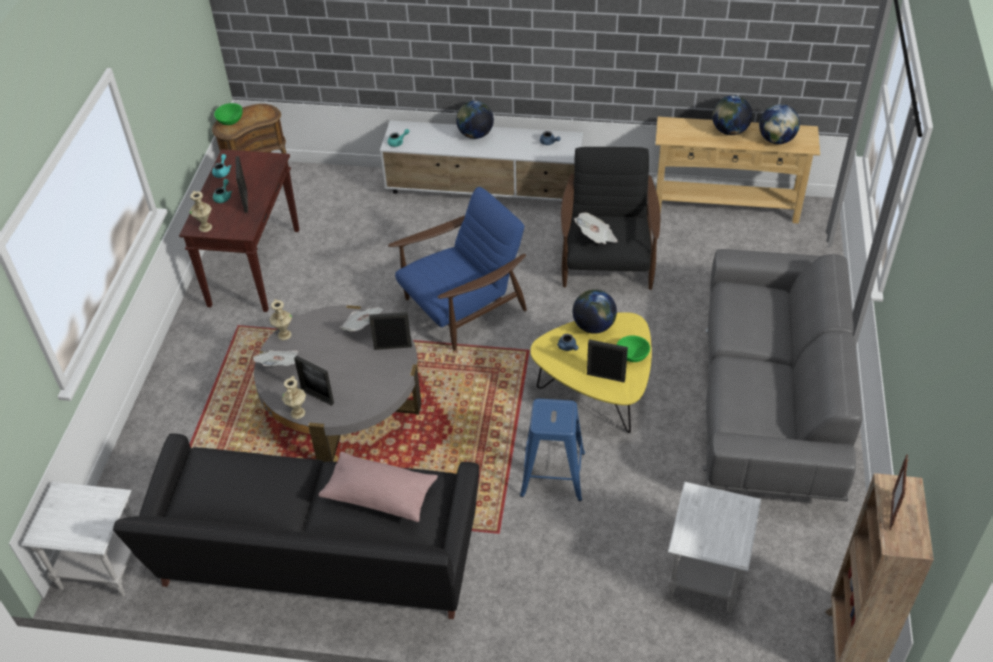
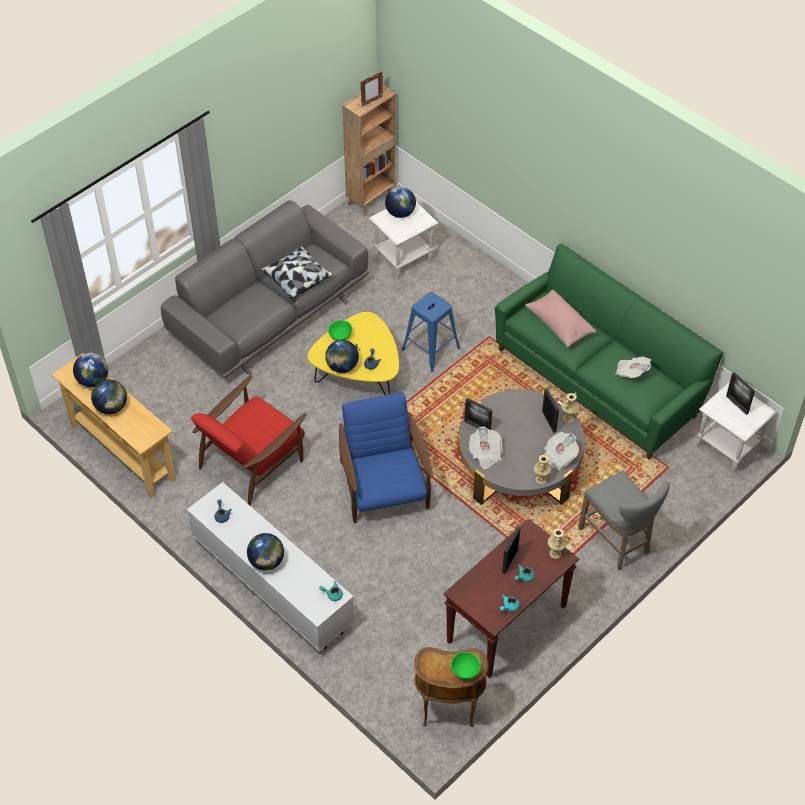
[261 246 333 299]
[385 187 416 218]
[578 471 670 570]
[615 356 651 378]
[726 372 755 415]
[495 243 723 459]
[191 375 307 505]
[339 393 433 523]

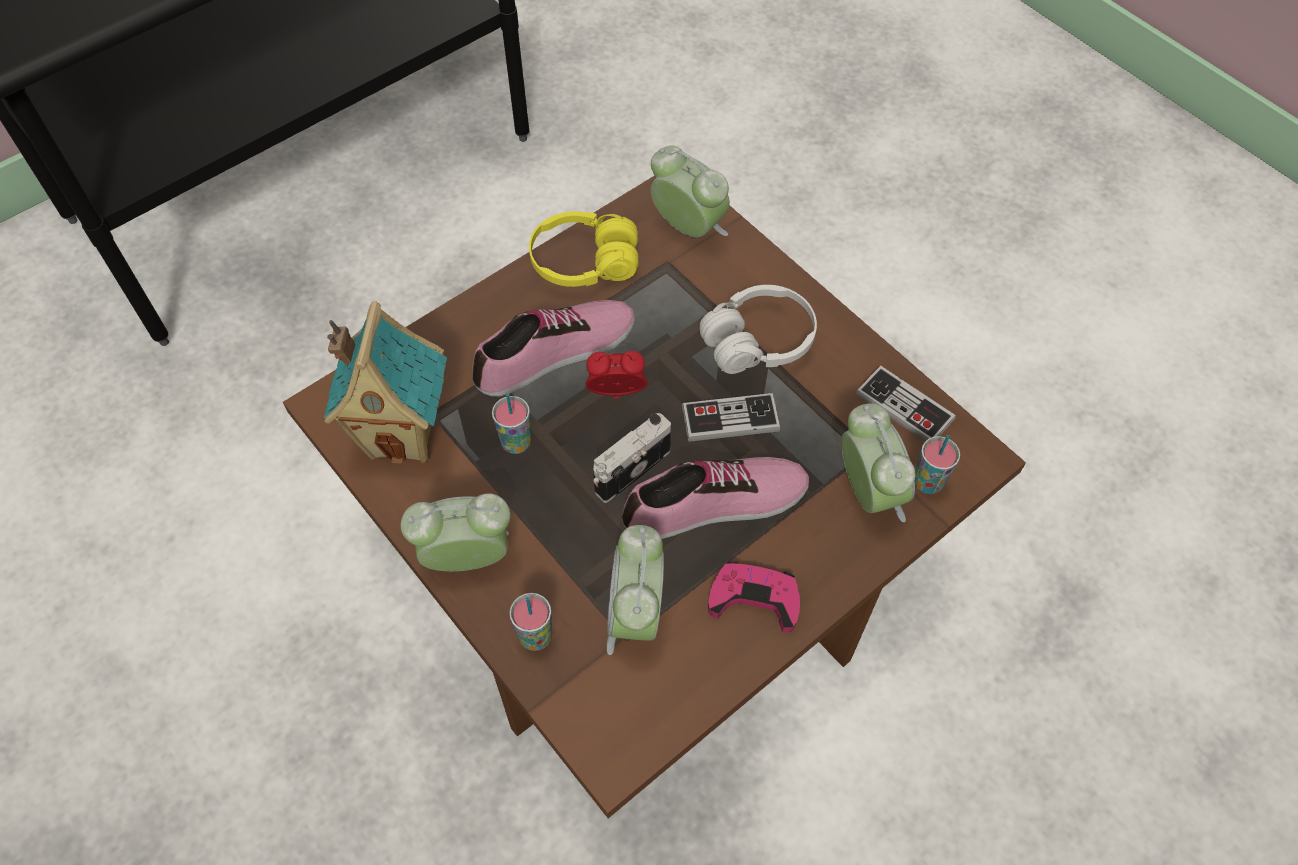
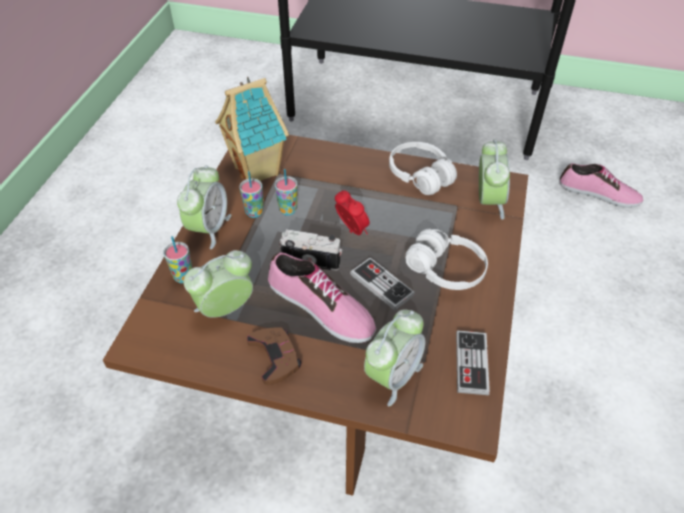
[559 163 643 208]
[239 171 263 218]
[389 142 457 195]
[247 328 301 385]
[177 165 231 249]

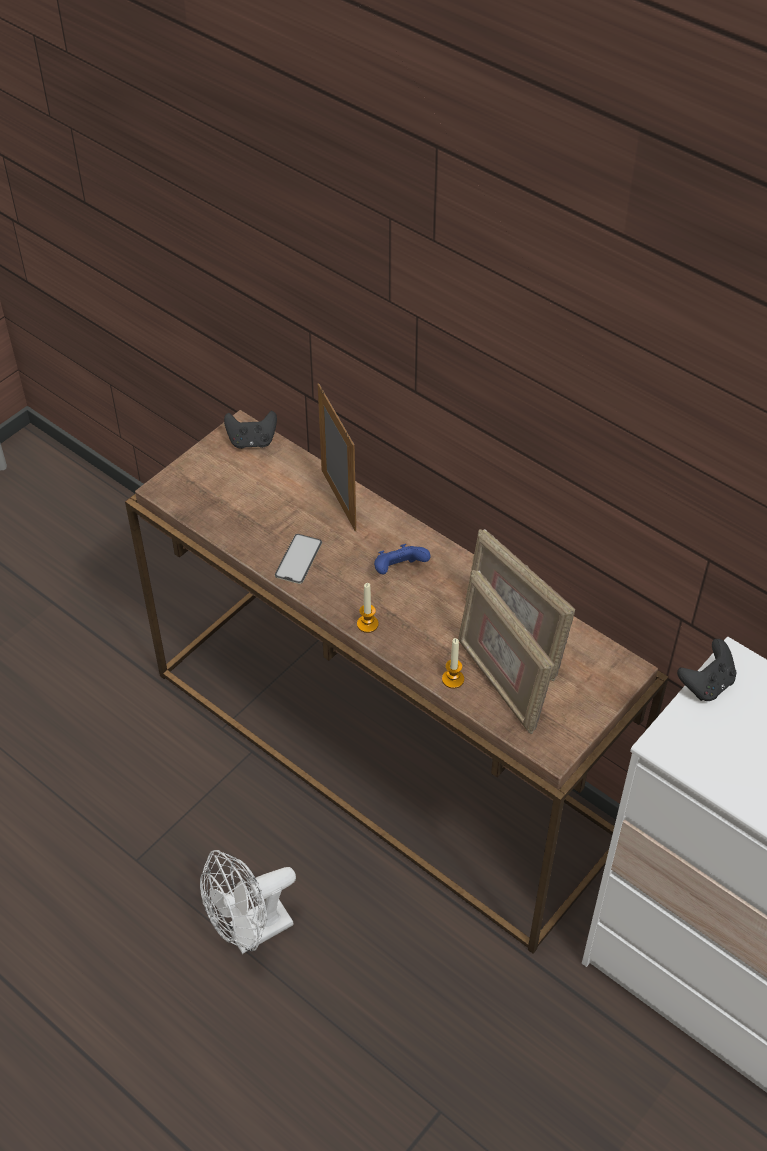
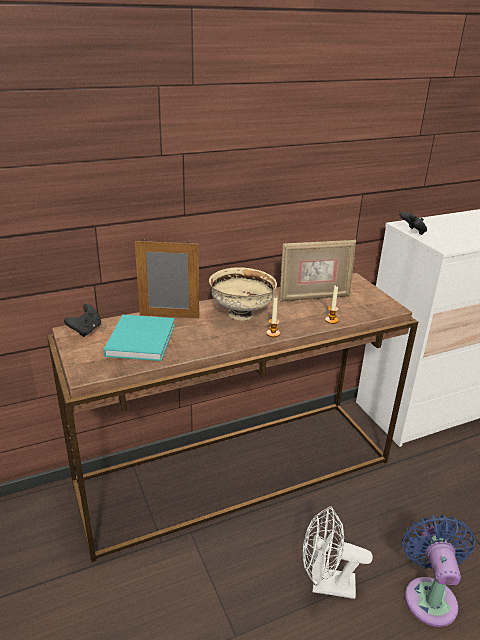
[275 534 322 584] (first image)
[458 570 554 734] (first image)
[103 315 175 361]
[402 515 476 627]
[209 267 277 321]
[303 506 373 599]

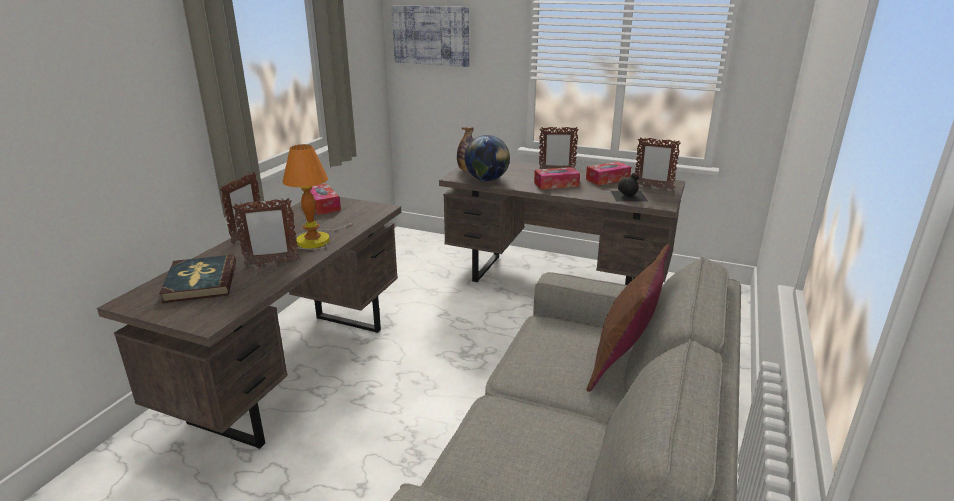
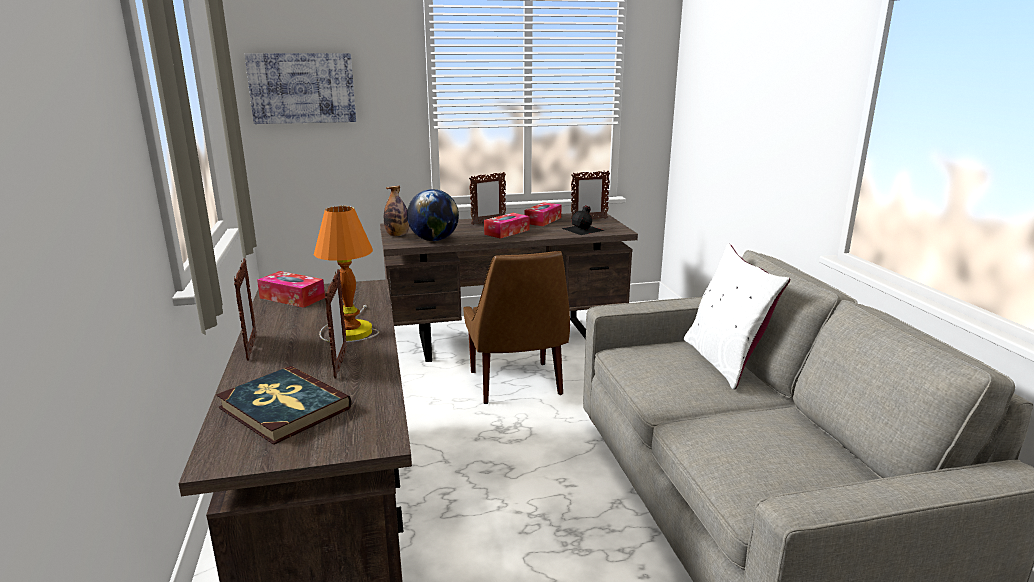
[463 251 570 404]
[684 243 790 390]
[325 269 347 378]

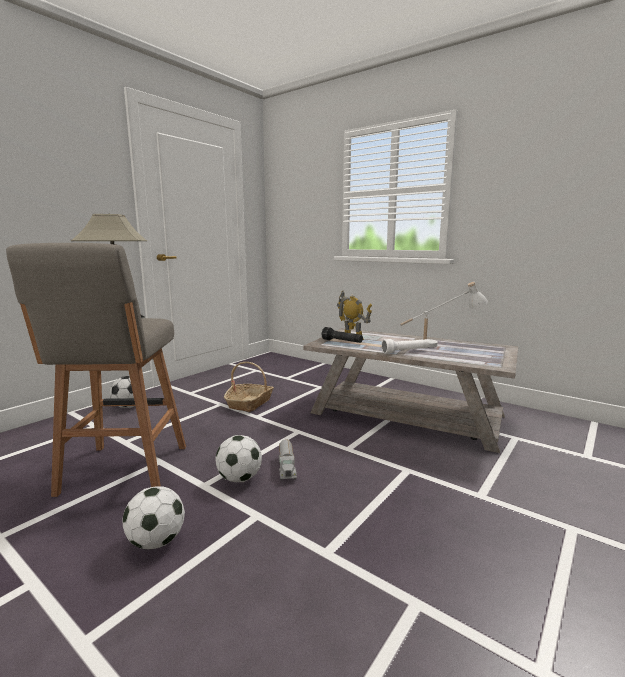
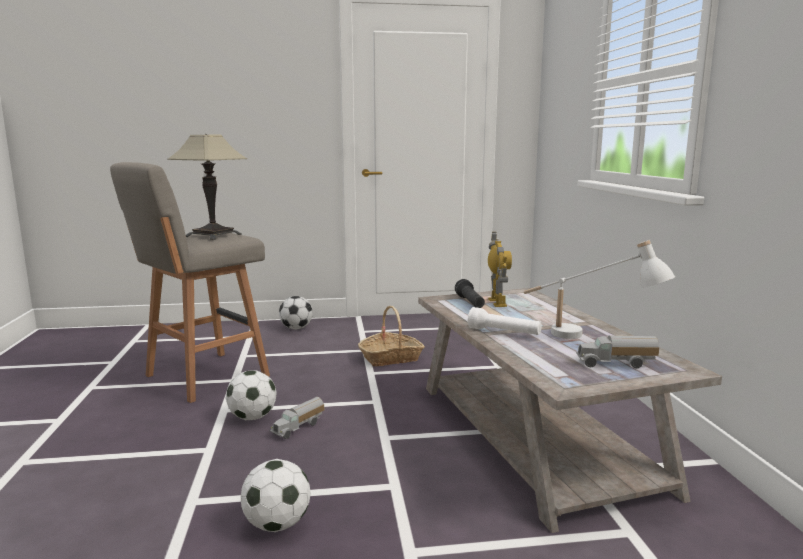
[576 335 659 368]
[241 459 311 532]

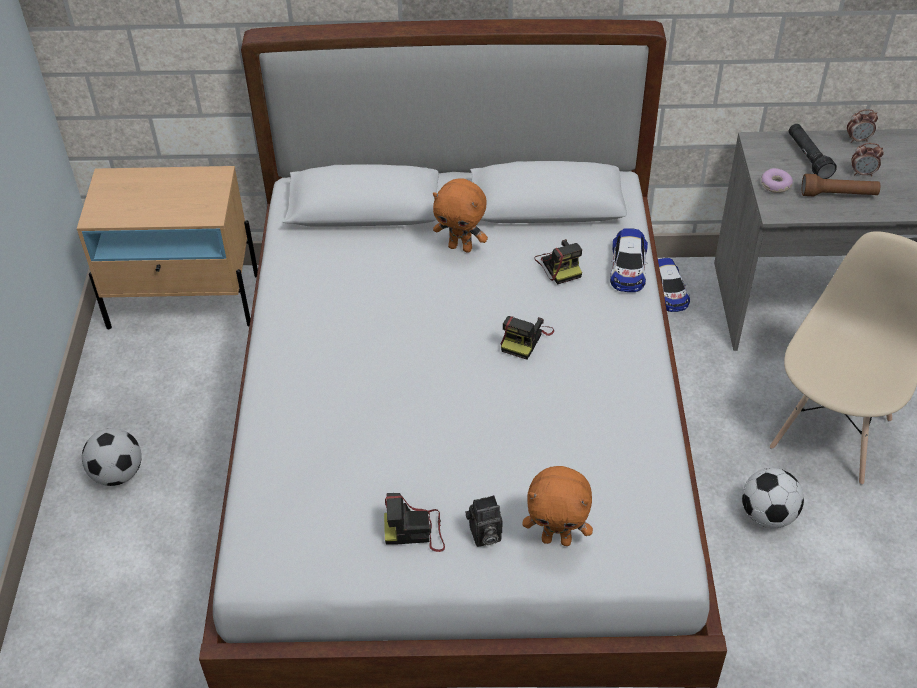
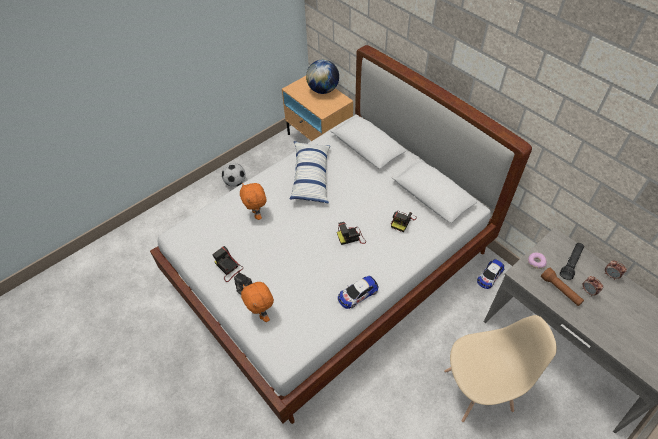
[742 468 804 528] (first image)
[290 141 330 203]
[306 60 339 94]
[240 183 267 220]
[338 276 378 309]

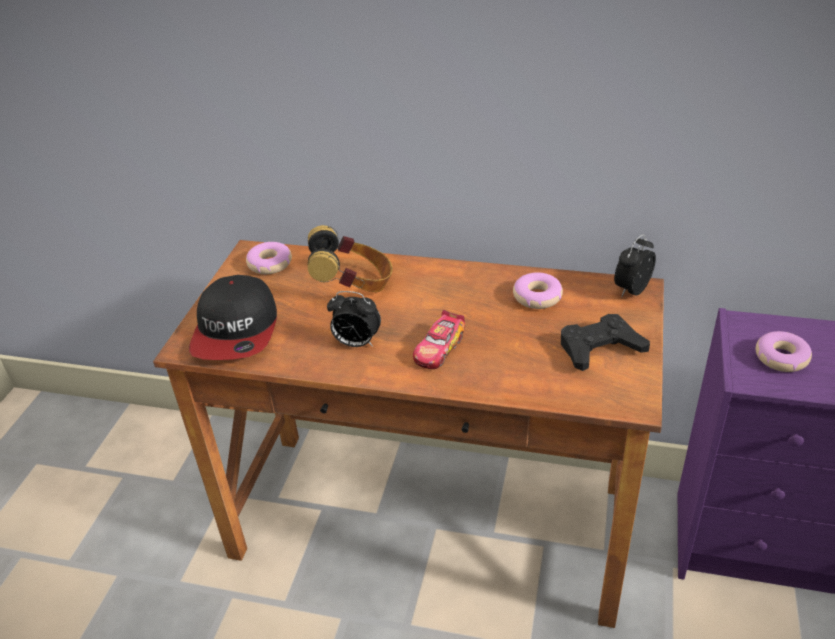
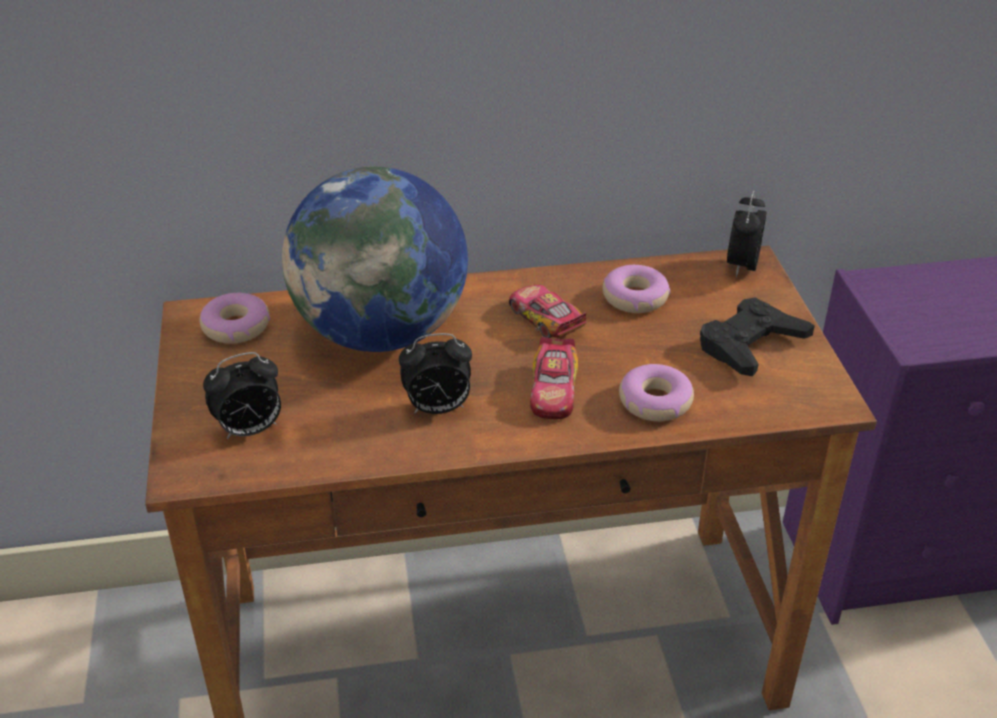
[509 285 586 338]
[619 364 694 421]
[203 352 281 439]
[282 166 468 352]

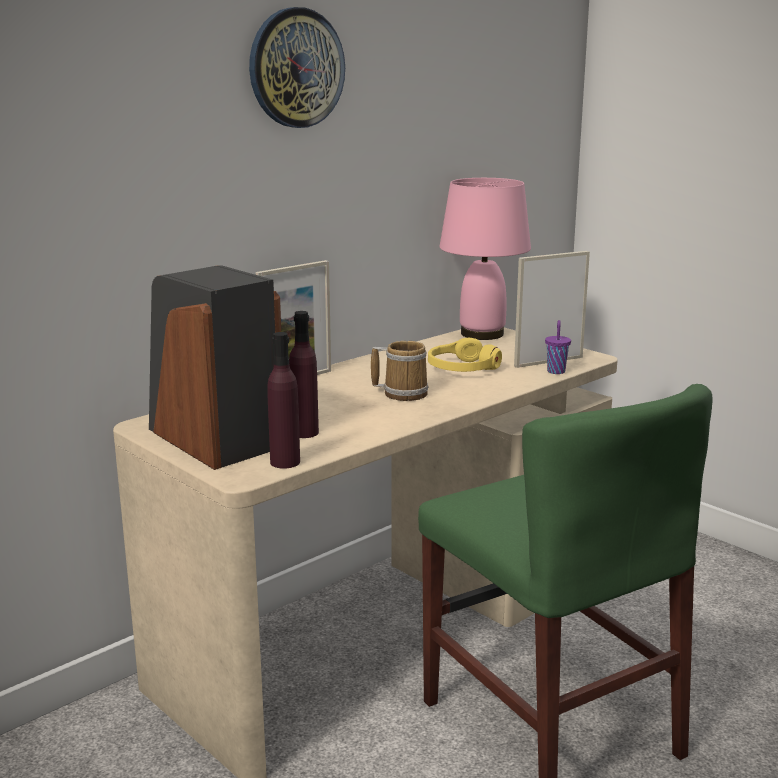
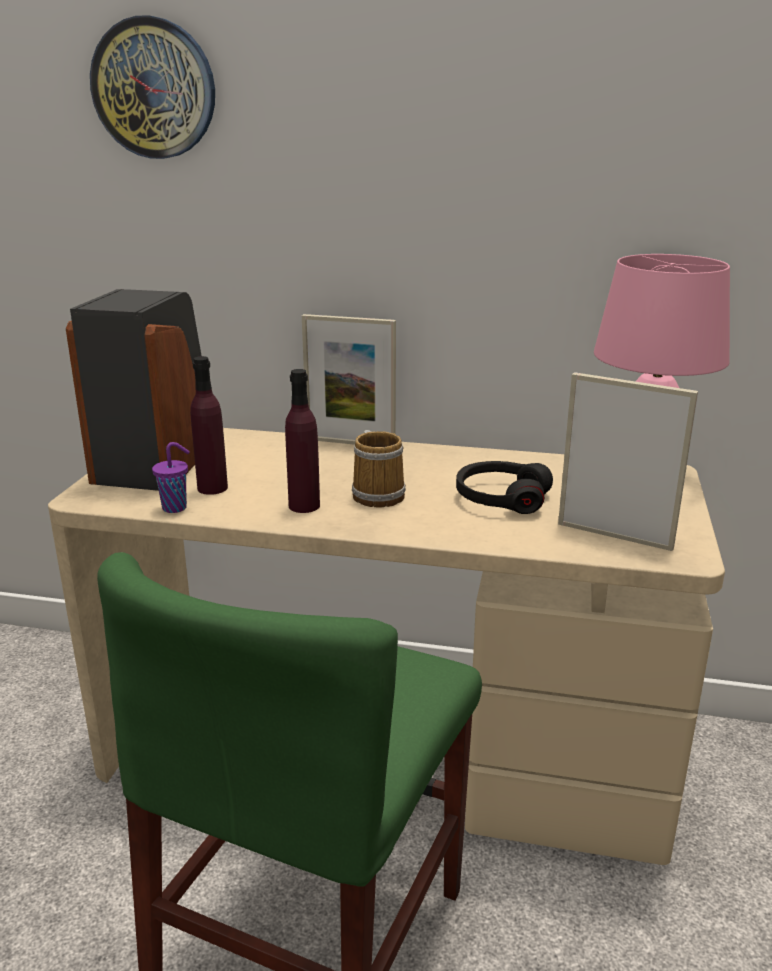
[90 16 215 159]
[285 369 320 513]
[152 442 190 513]
[456 461 553 514]

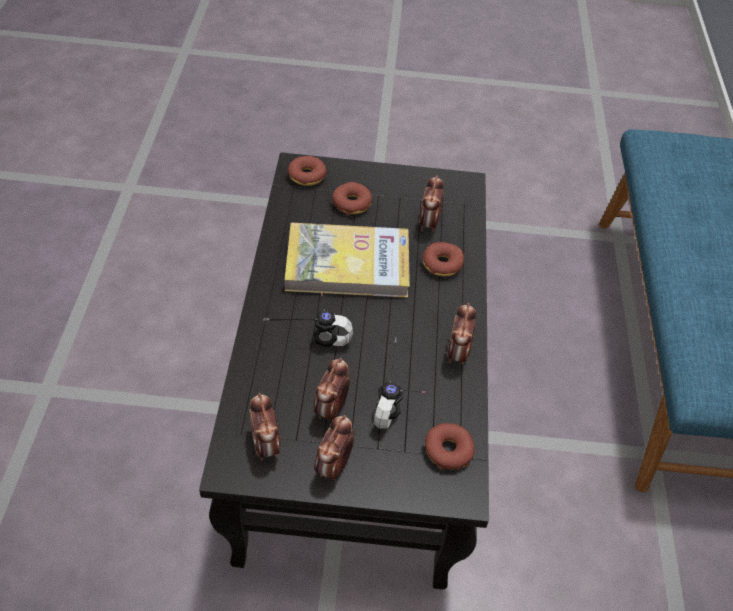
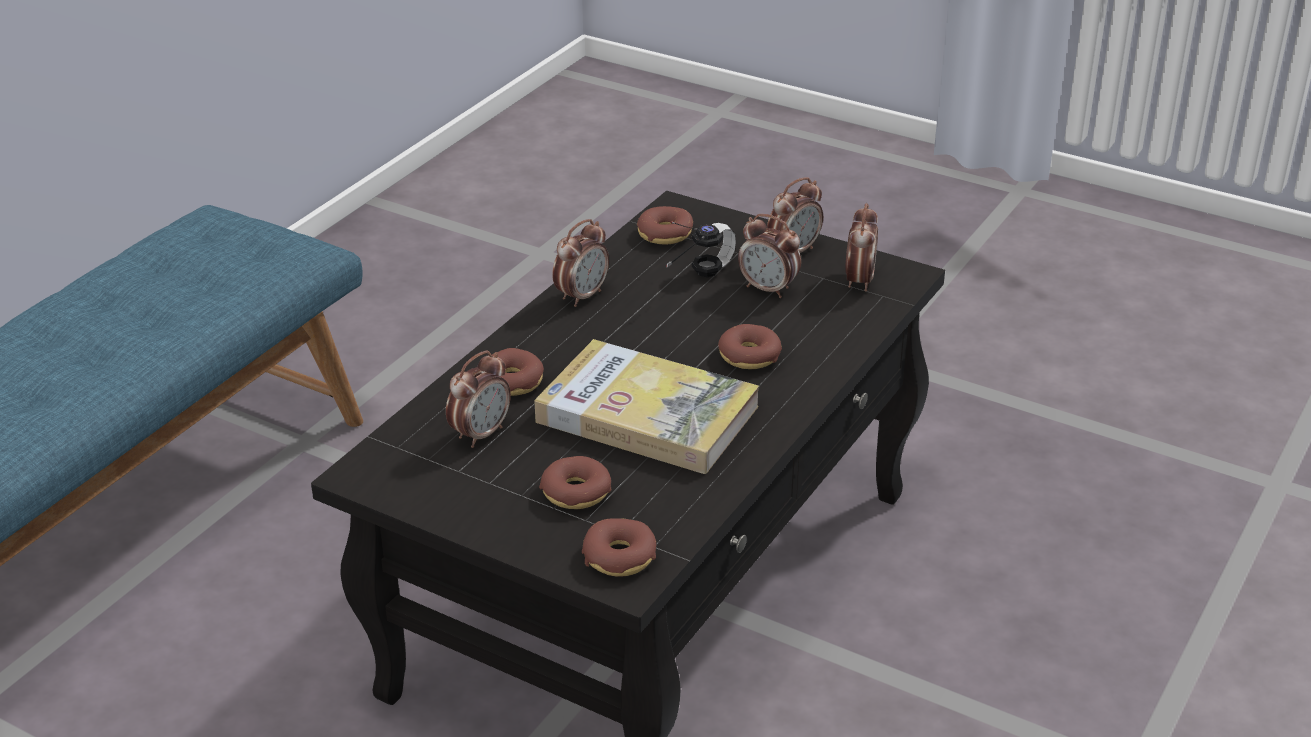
[718 324 782 369]
[738 214 801 298]

